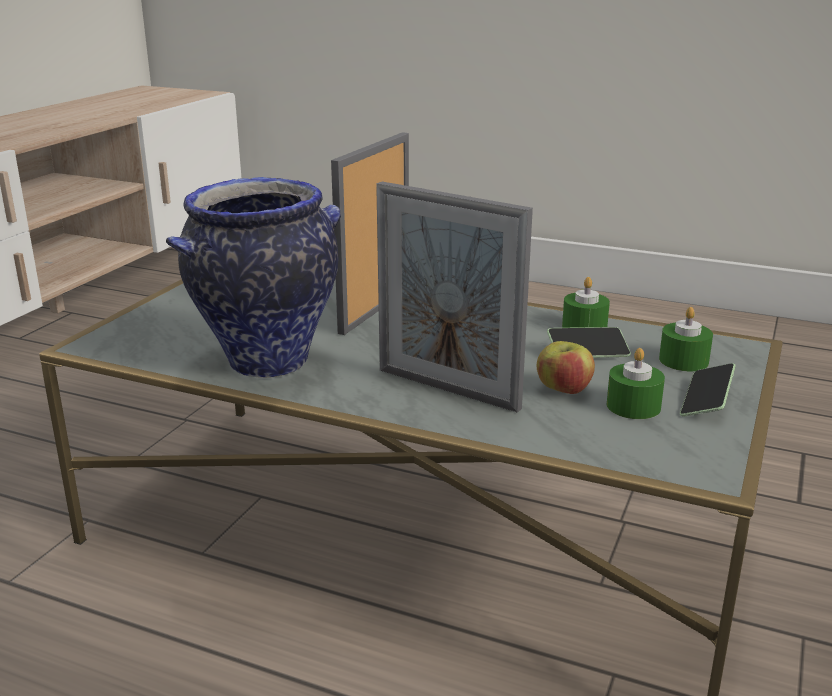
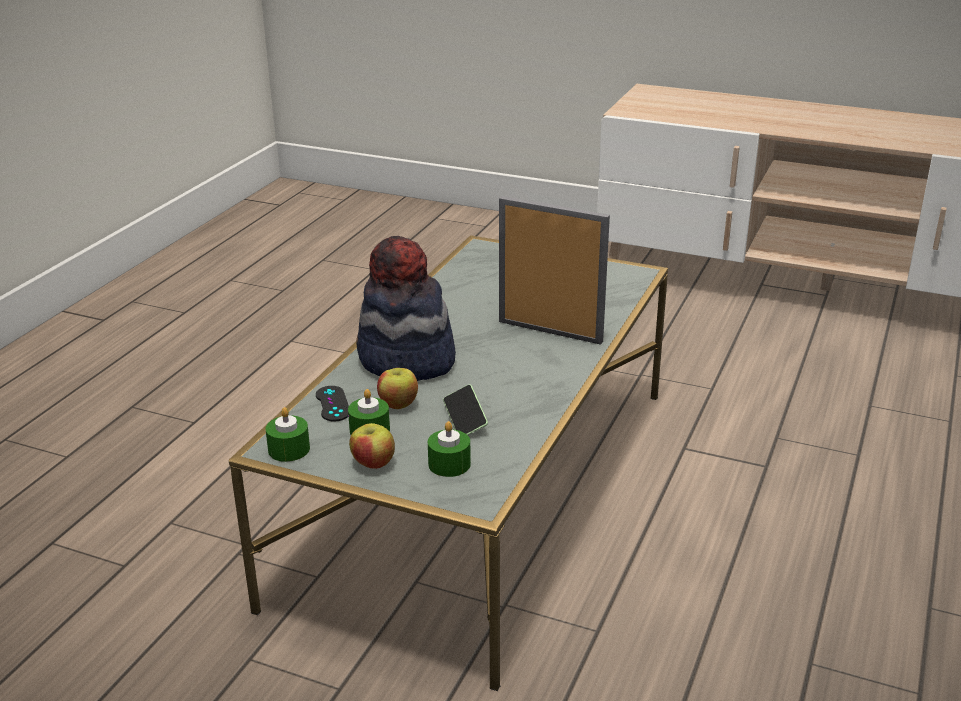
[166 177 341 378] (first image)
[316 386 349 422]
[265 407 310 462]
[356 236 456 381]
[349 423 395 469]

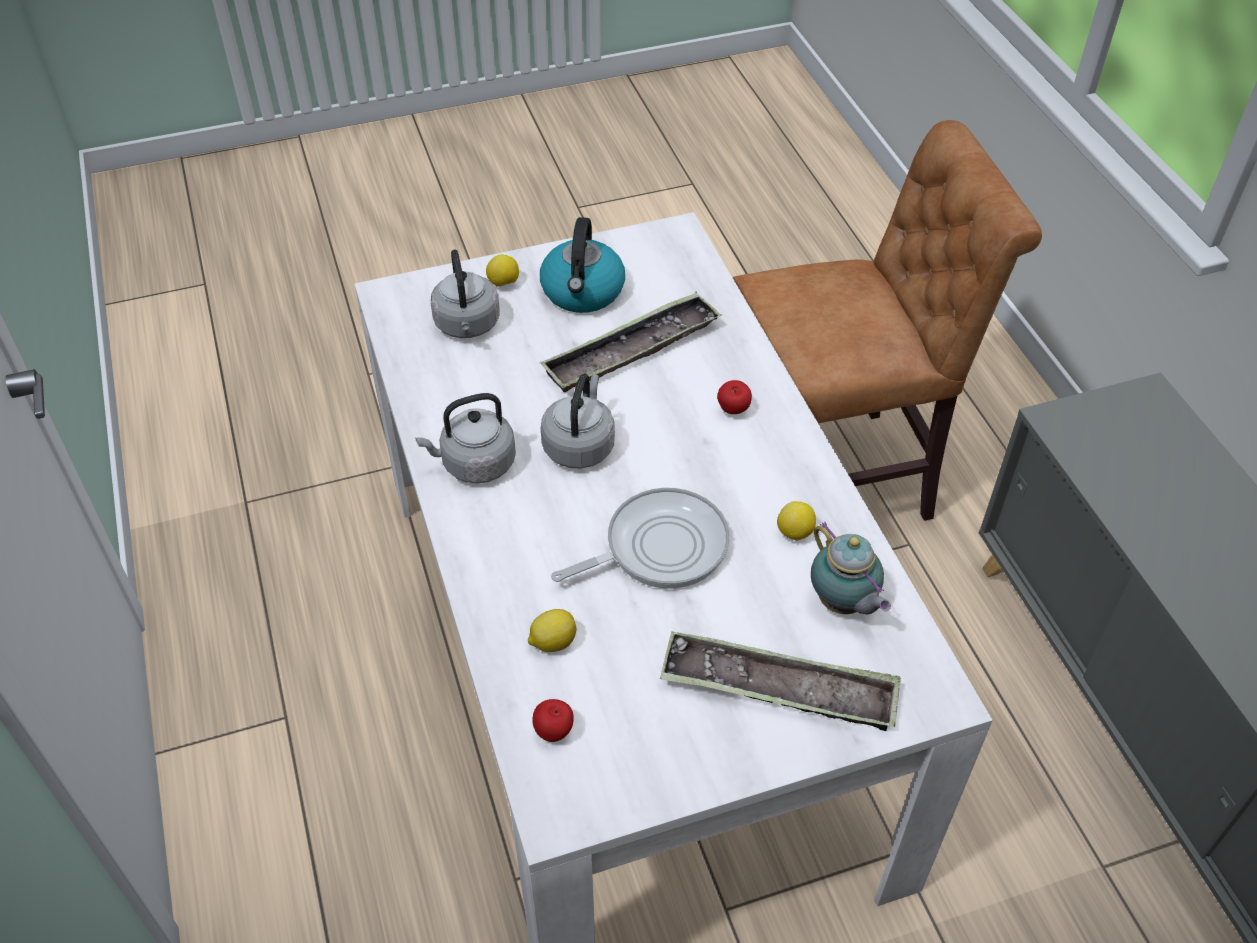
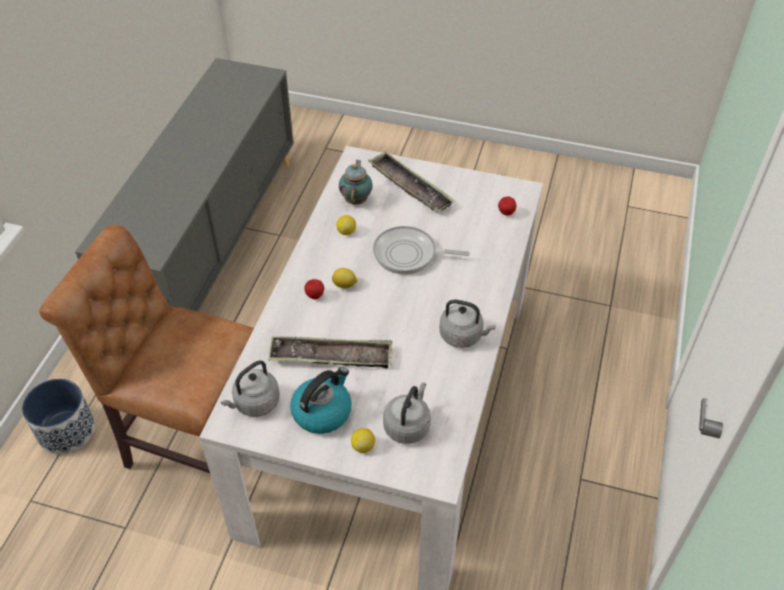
[22 379 95 454]
[332 268 358 288]
[221 360 280 417]

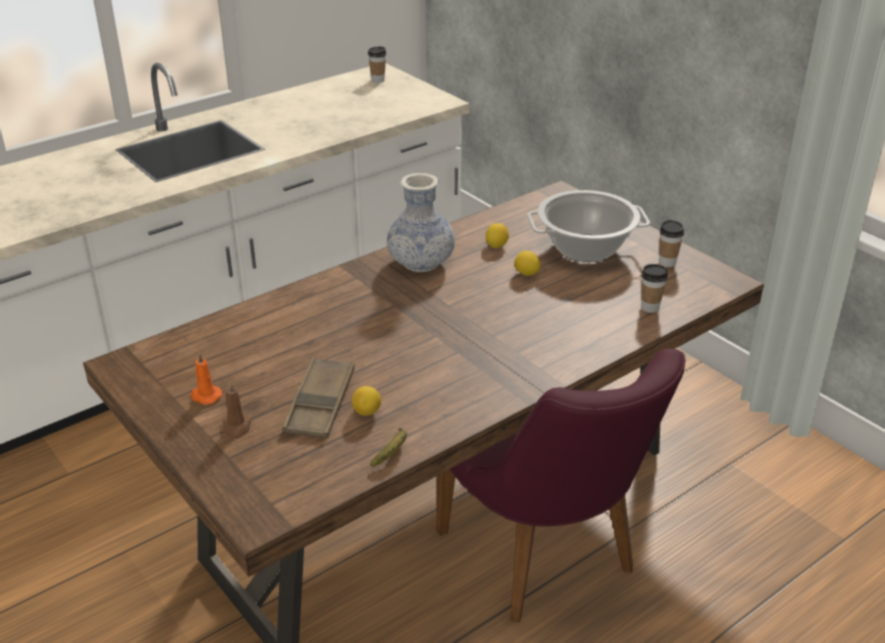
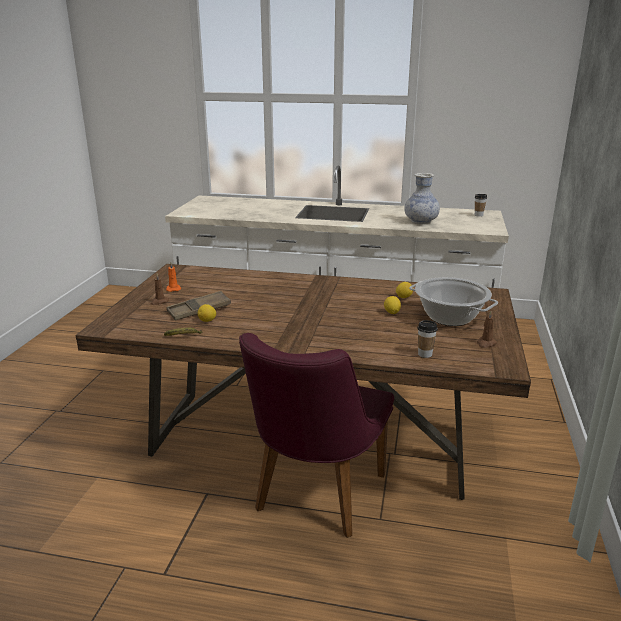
[404 173 440 224]
[477 311 497 348]

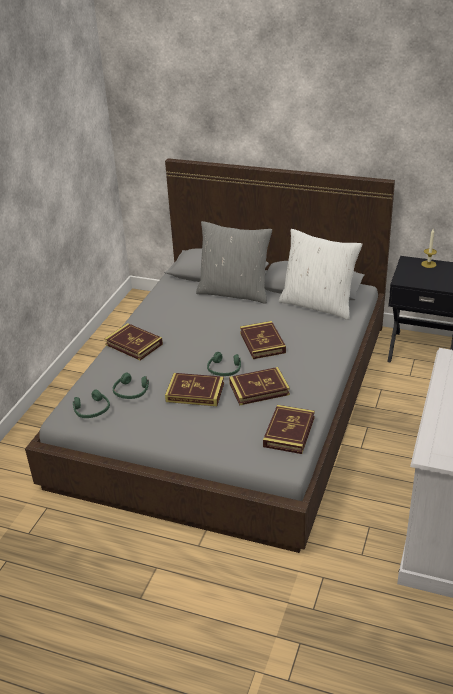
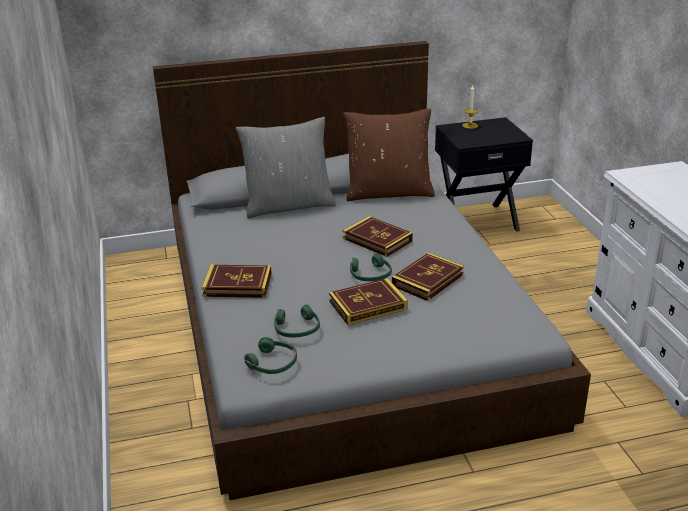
[263 405 315 454] (first image)
[343 108 435 201]

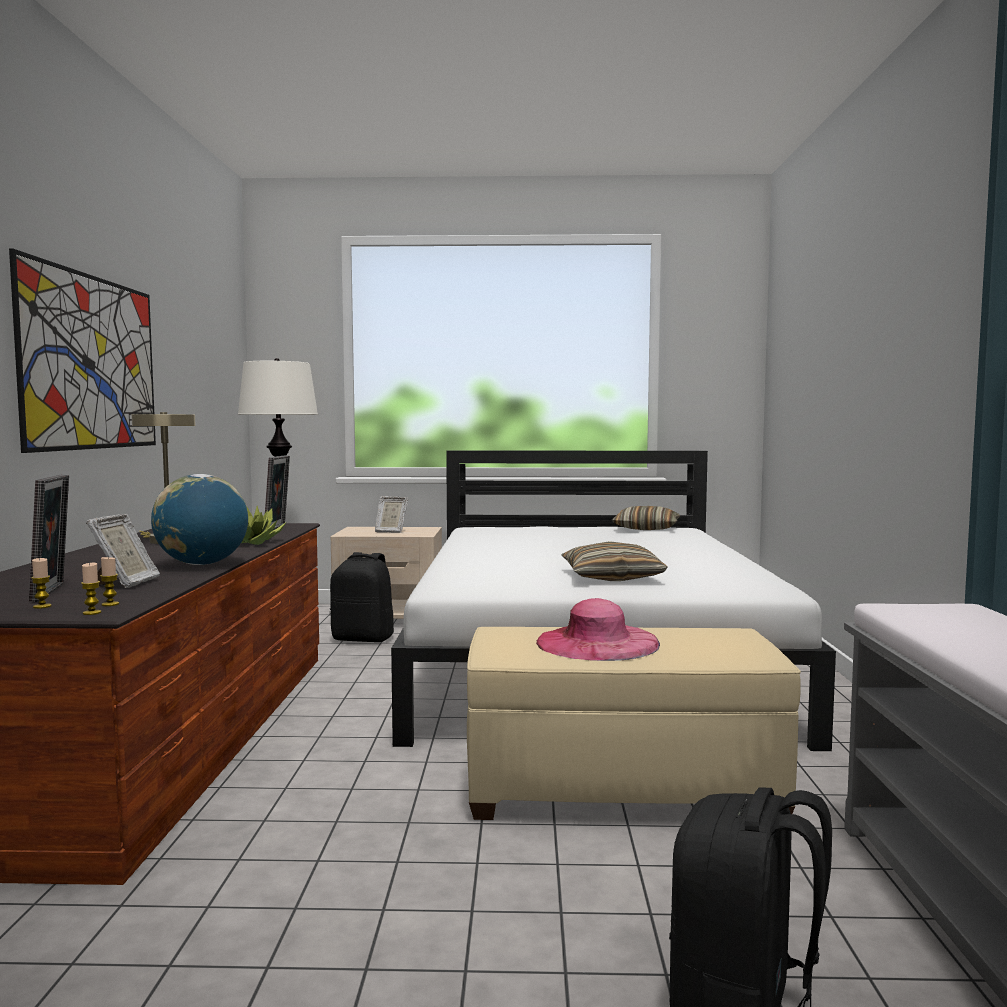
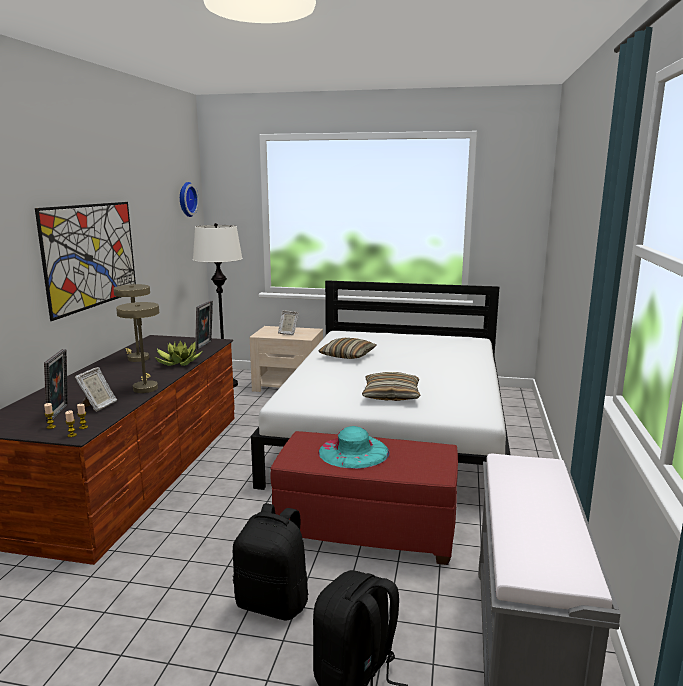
[180 182 199 217]
[233 503 309 621]
[318 338 377 359]
[116 302 159 393]
[270 431 458 565]
[318 426 390 469]

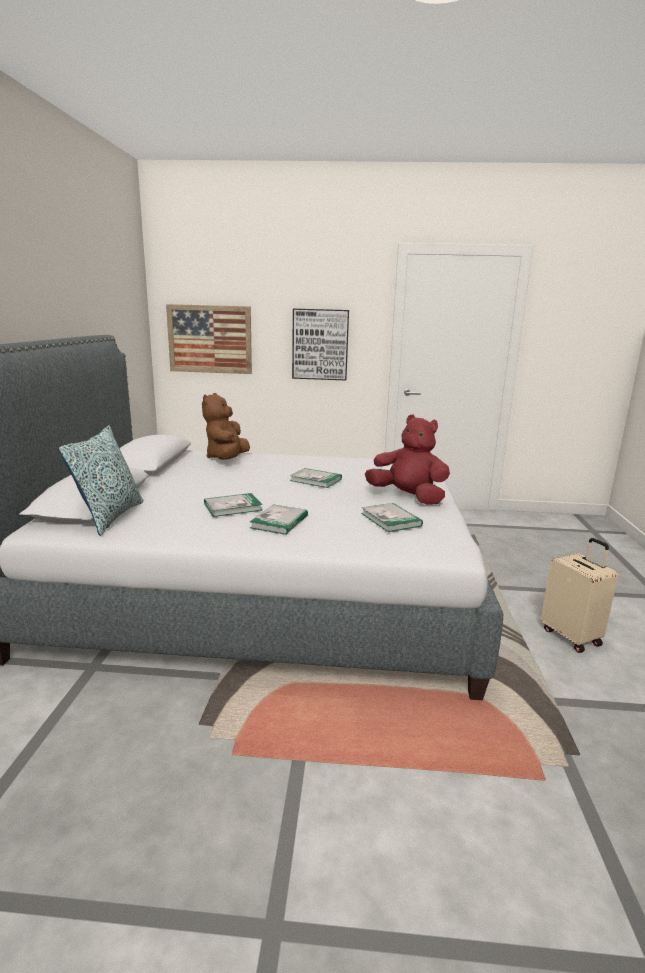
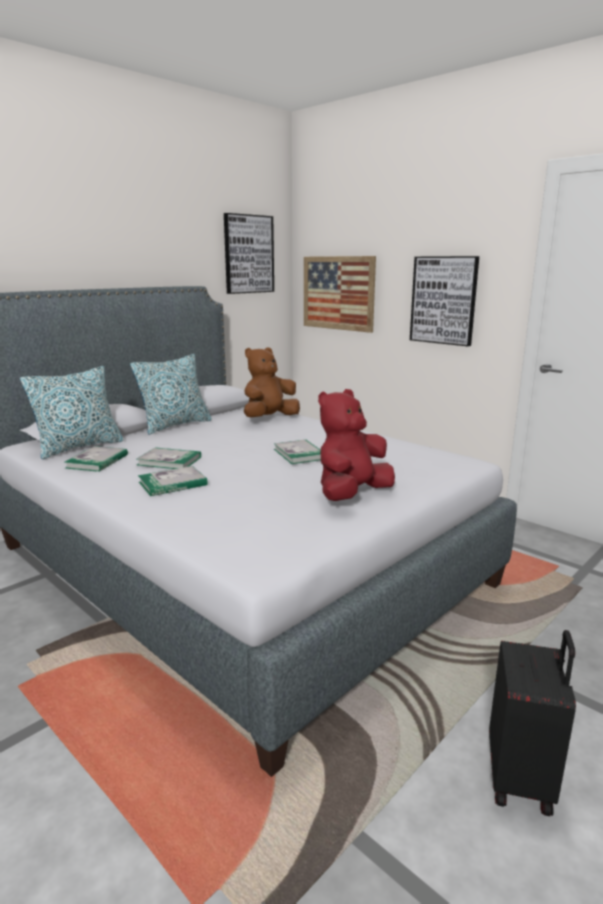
[130 354 212 435]
[224 213 274 294]
[65 446 128 472]
[489 630 576 816]
[318 389 395 501]

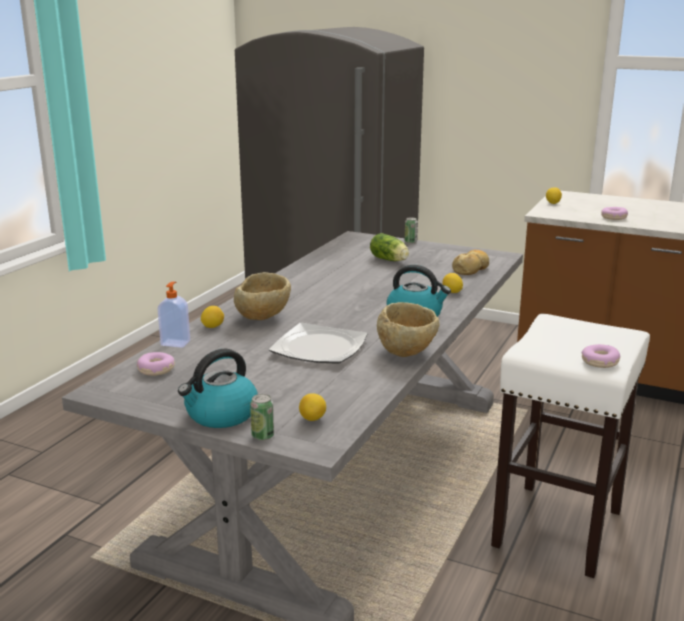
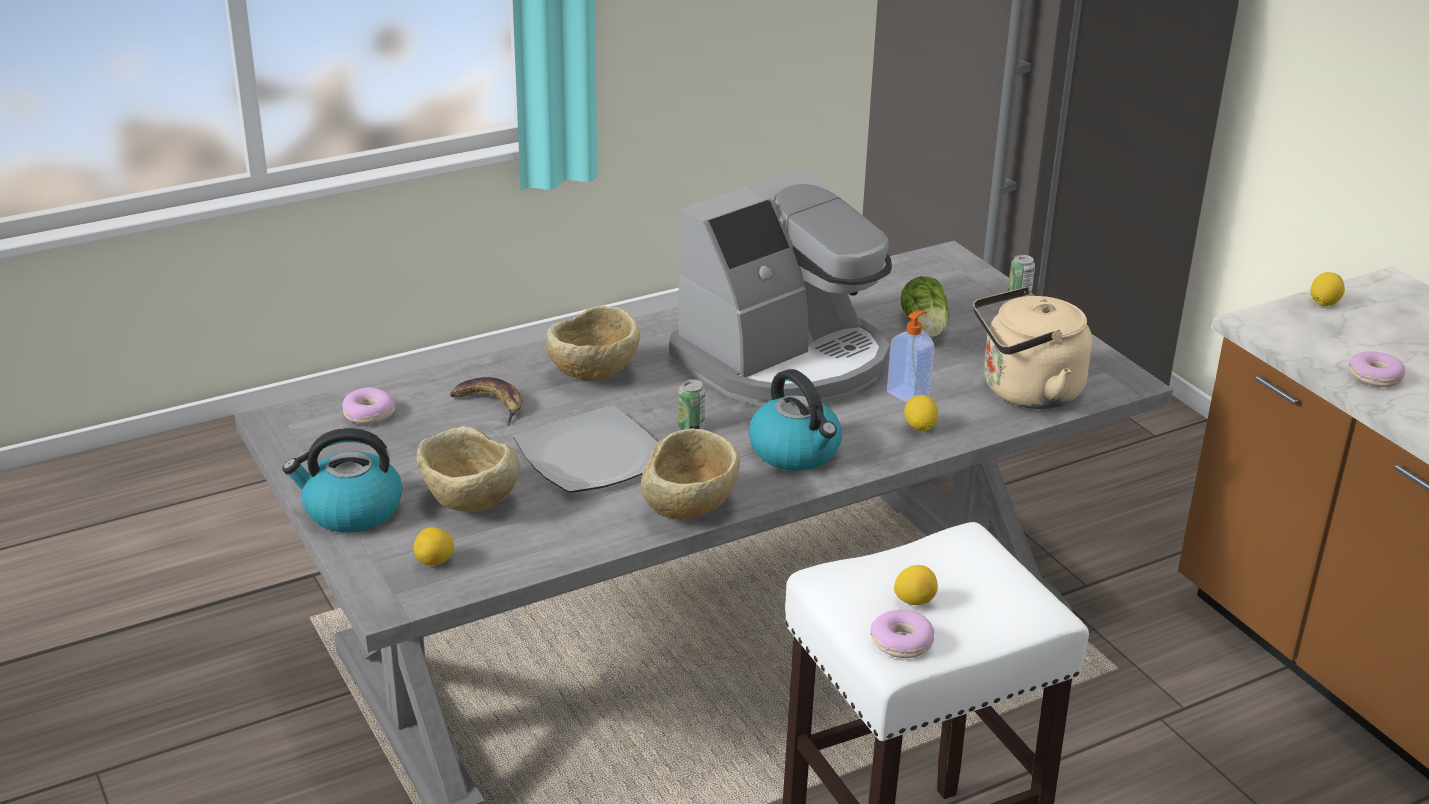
[416 426 520 512]
[450 377 522 425]
[669 168 892 406]
[887 310 934 403]
[894 565 938 605]
[678 379 705 430]
[973 287 1092 409]

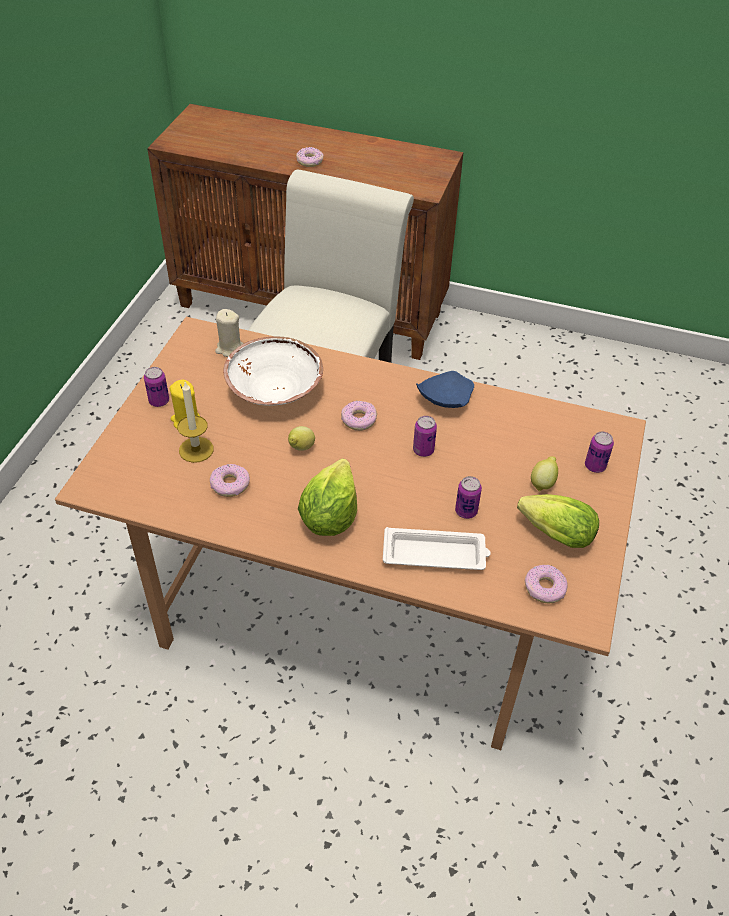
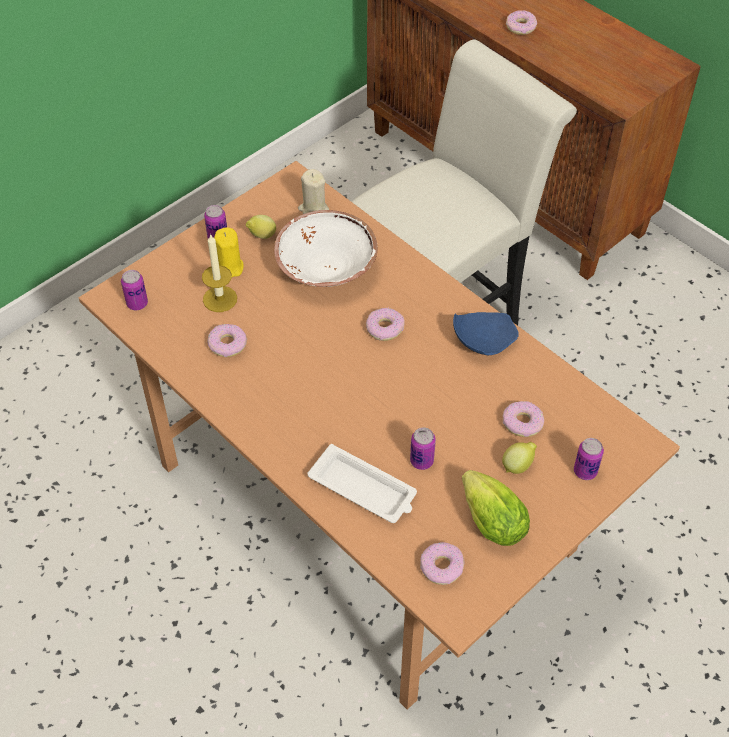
[298 458 357 536] (first image)
[503 401 544 437]
[246 215 276 239]
[121 270 148 310]

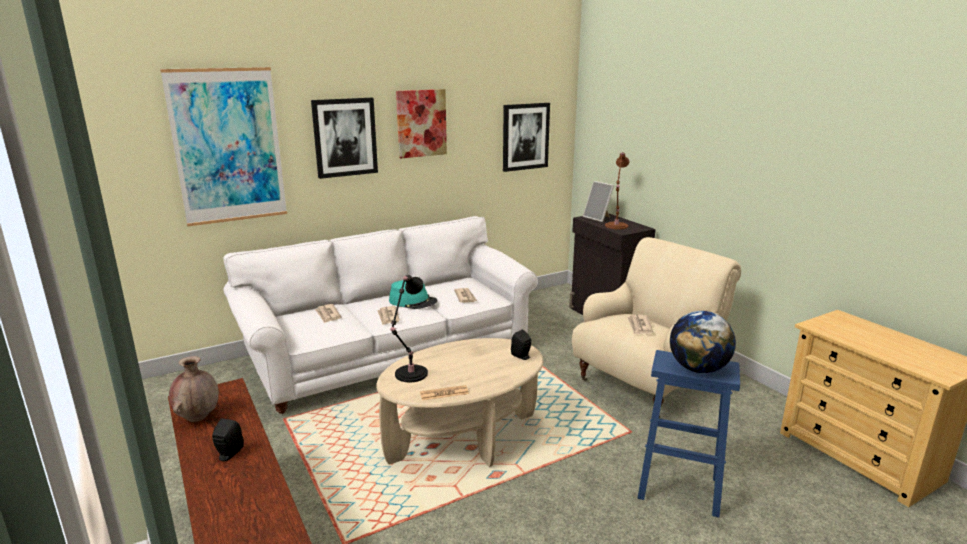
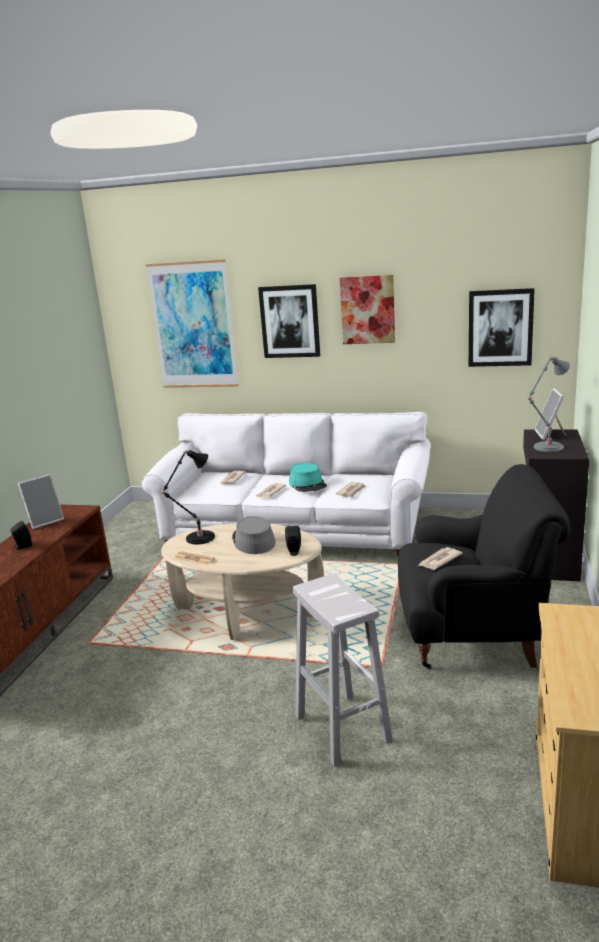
[670 311 736 373] (first image)
[232 516 276 554]
[18 474 64 529]
[398 464 570 669]
[527 356 570 452]
[293 574 393 767]

